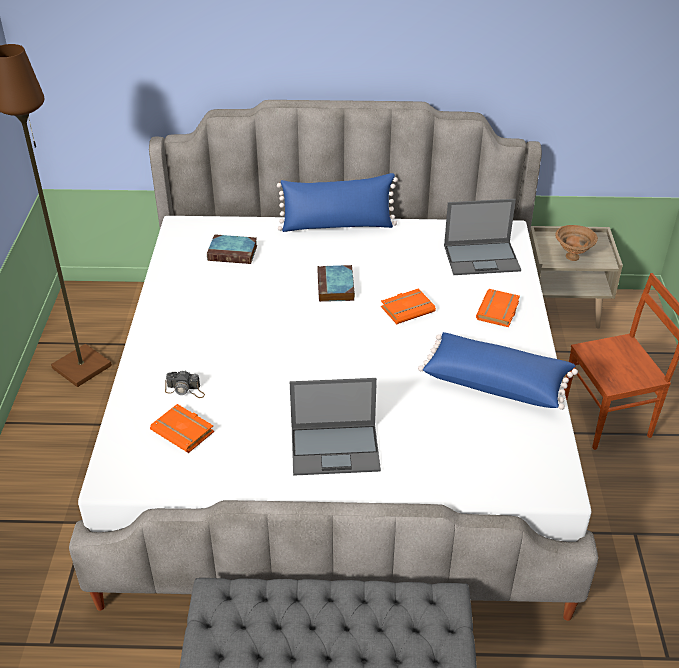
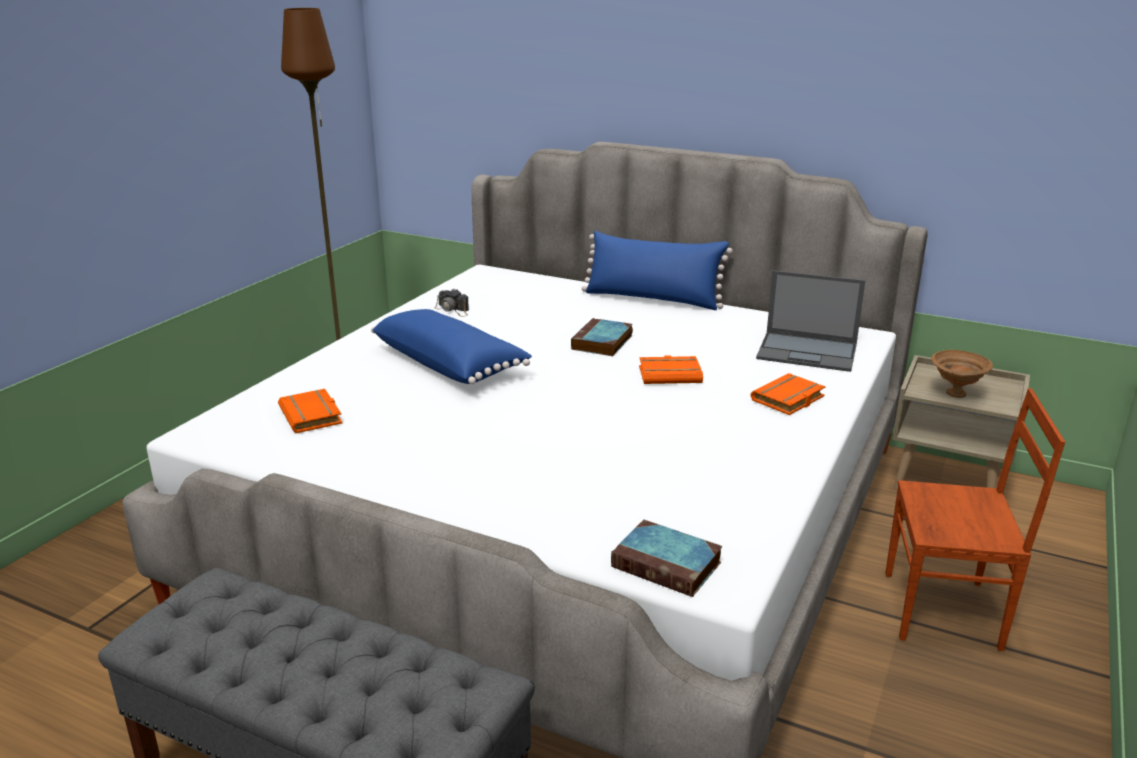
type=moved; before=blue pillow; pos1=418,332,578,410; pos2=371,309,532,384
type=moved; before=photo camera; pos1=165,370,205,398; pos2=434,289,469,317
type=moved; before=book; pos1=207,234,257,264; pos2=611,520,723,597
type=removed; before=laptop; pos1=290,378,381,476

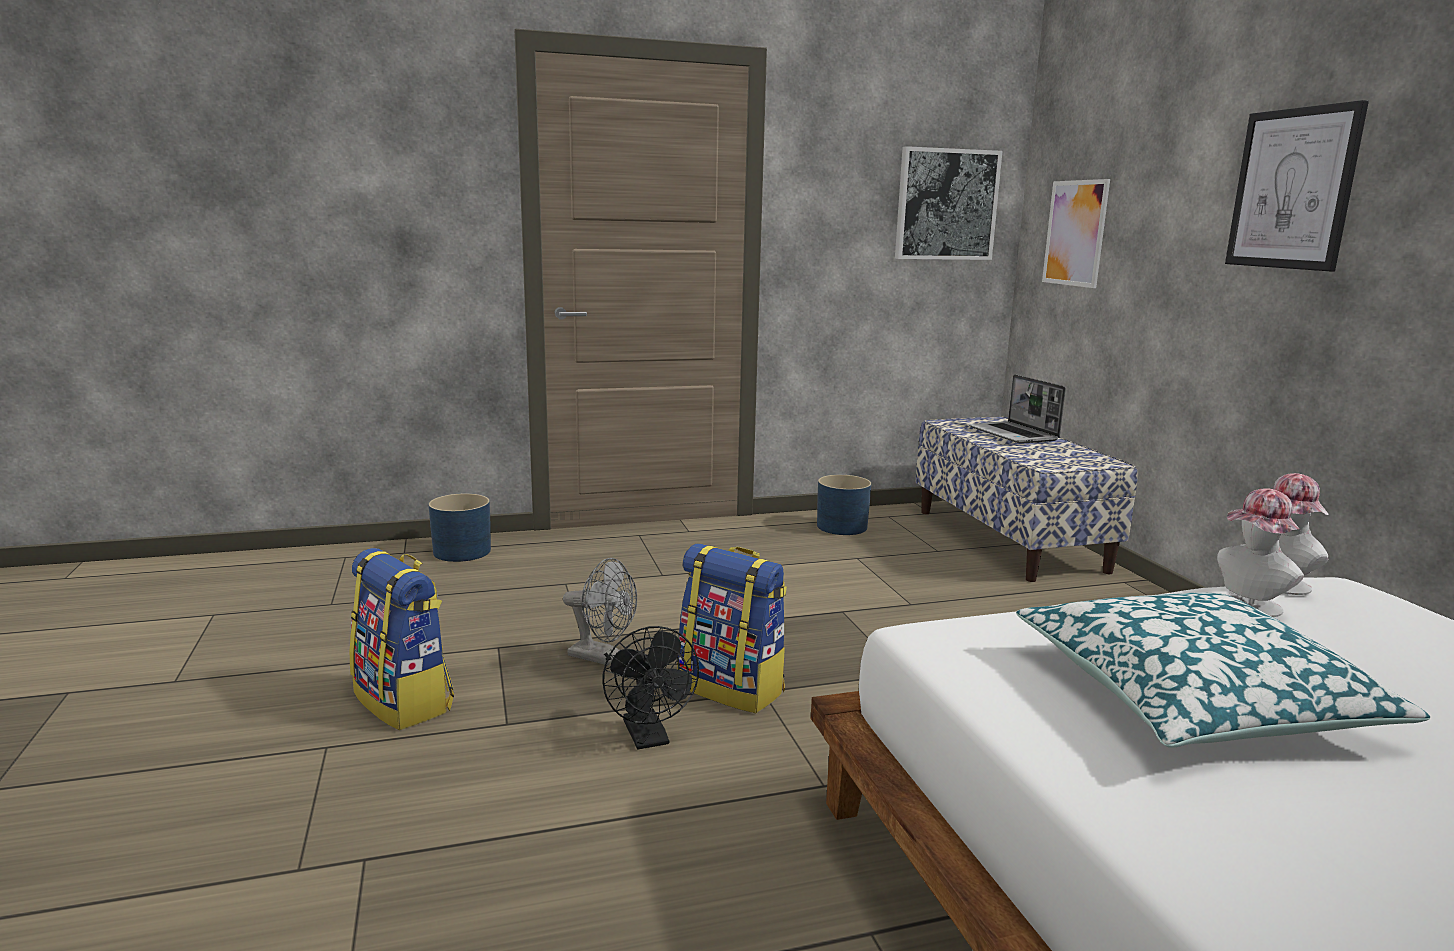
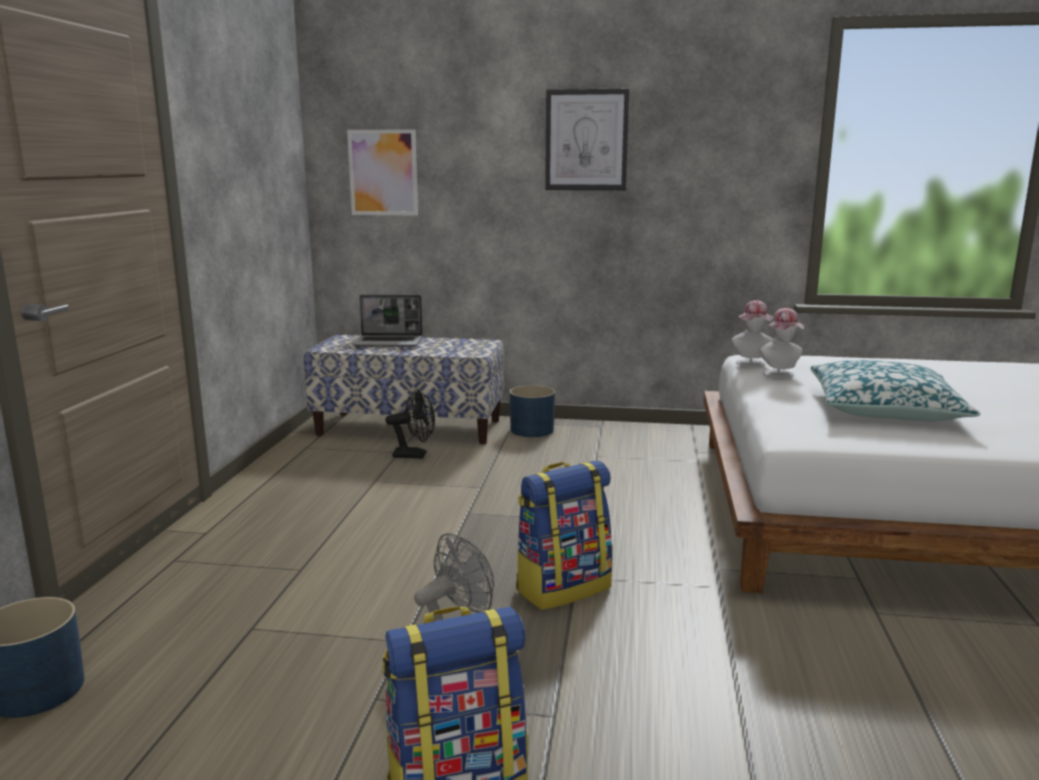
type=moved; before=black fan; pos1=602,626,699,749; pos2=385,389,435,459
type=moved; before=blue planter; pos1=817,475,871,535; pos2=510,385,555,437
type=removed; before=picture; pos1=895,146,1003,260

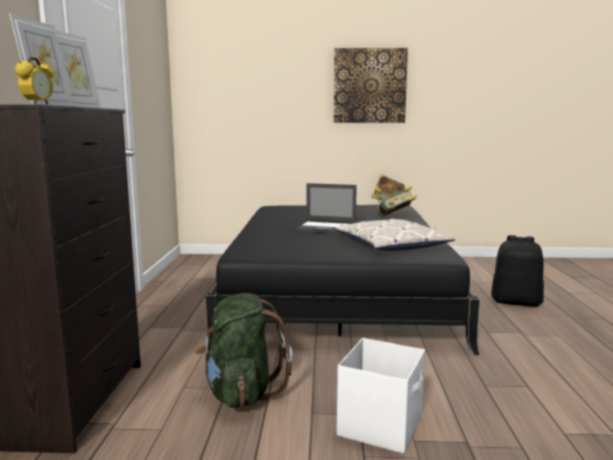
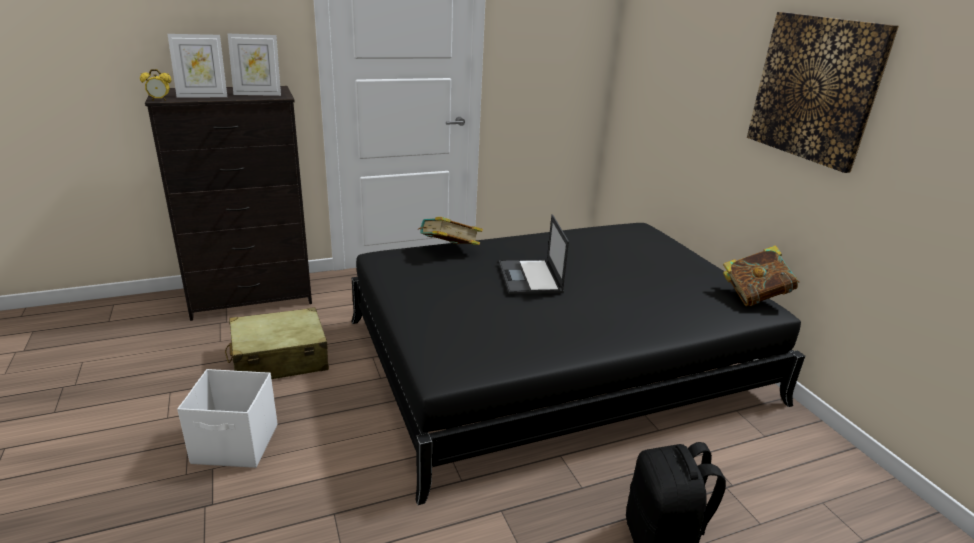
type=replaced; before=green backpack; after=beige suitcase; pos1=195,293,292,408; pos2=225,307,329,379
type=moved; before=book; pos1=377,186,417,216; pos2=418,217,483,245
type=removed; before=pillow; pos1=335,218,455,251

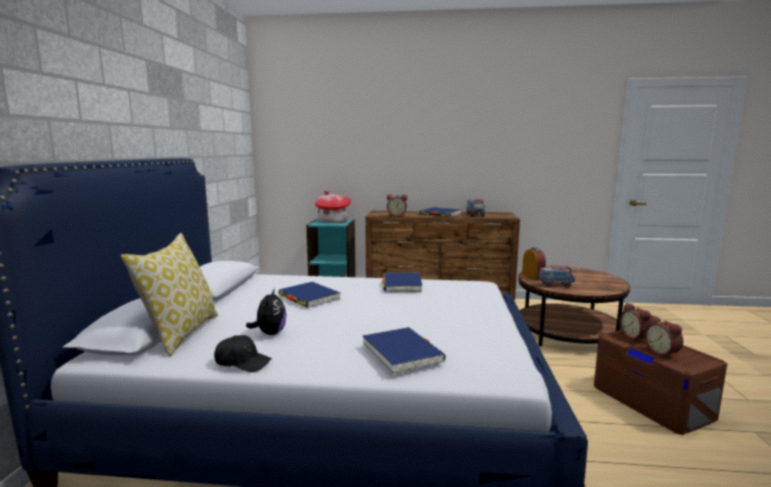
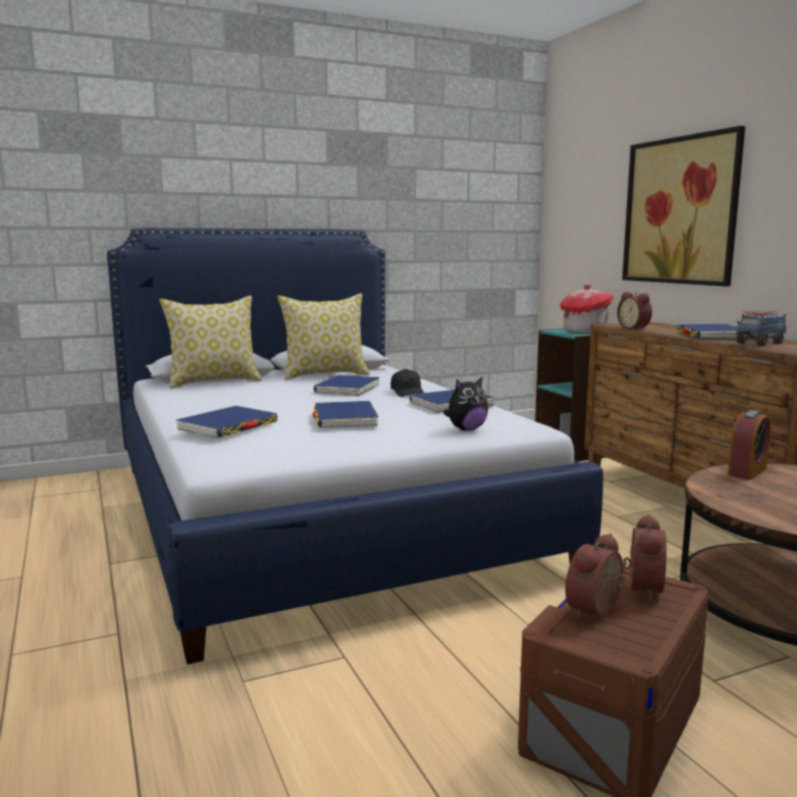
type=added; after=pillow; pos2=277,293,370,380
type=added; after=blue book; pos2=313,401,378,428
type=moved; before=black cap; pos1=214,335,272,372; pos2=391,369,424,397
type=moved; before=plush toy; pos1=246,288,287,335; pos2=443,376,488,431
type=added; after=picture; pos2=622,126,745,286
type=turned; before=alarm clock; pos1=619,303,651,343; pos2=623,514,667,600; turn=150
type=removed; before=toy truck; pos1=538,265,575,288

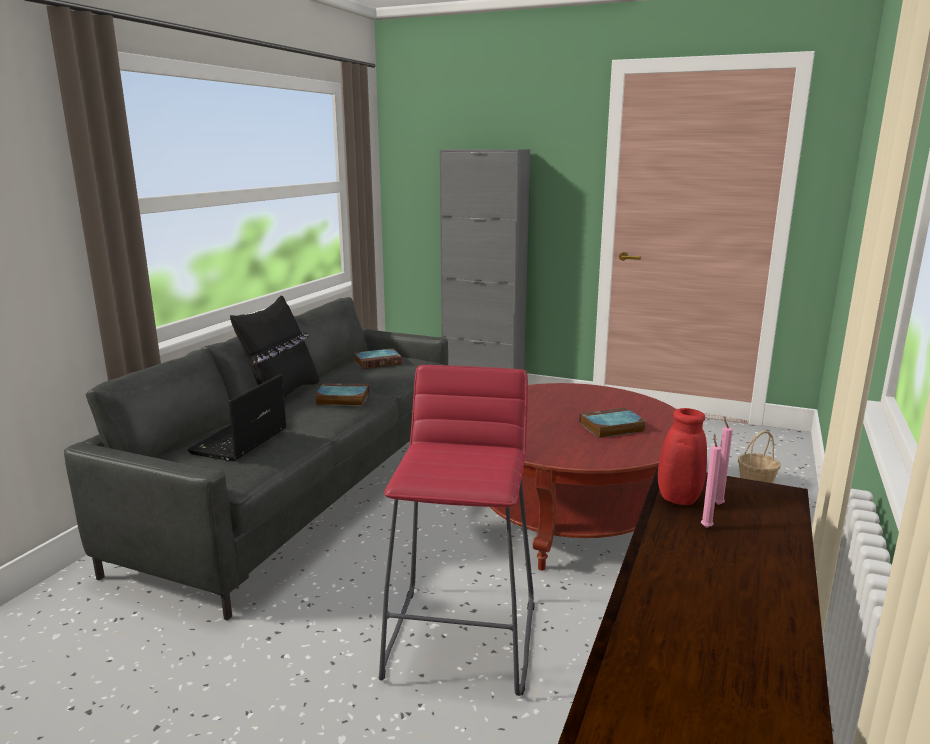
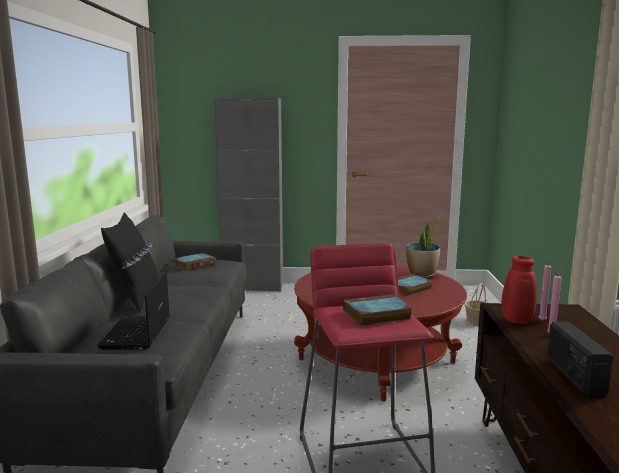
type=moved; before=book; pos1=315,383,369,406; pos2=343,294,413,326
type=added; after=potted plant; pos2=406,215,441,278
type=added; after=radio; pos2=547,322,613,397

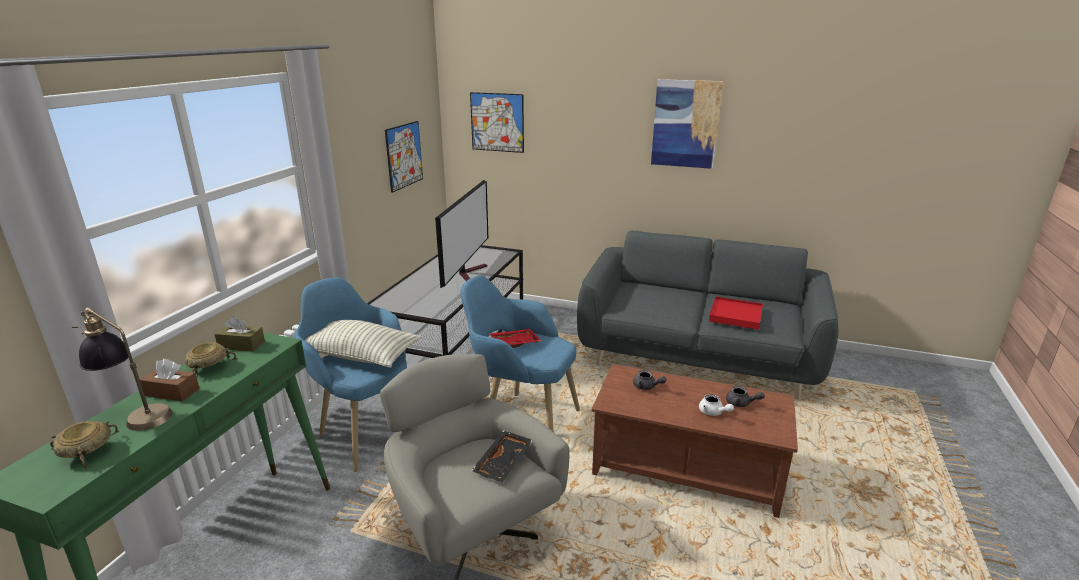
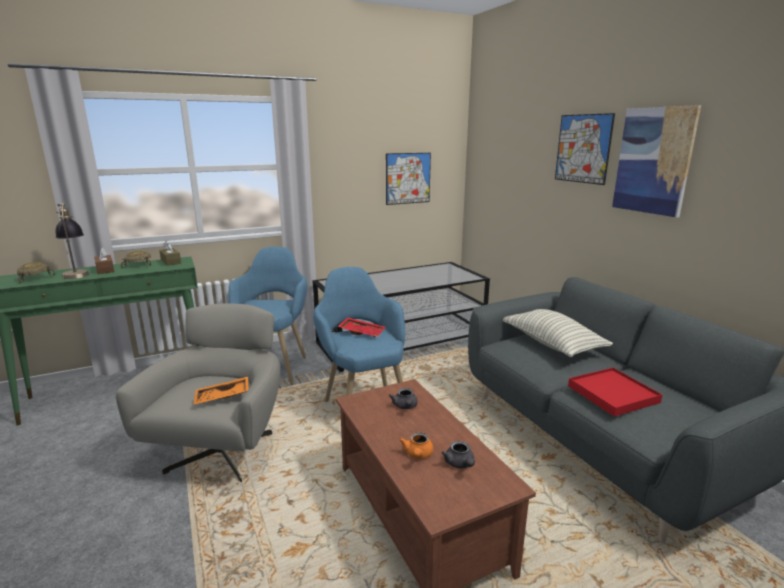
type=recoloured; before=black tray; after=orange tray; pos1=471,430,532,482; pos2=193,377,249,405
type=recoloured; before=white teapot; after=orange teapot; pos1=699,394,734,416; pos2=399,432,433,459
type=moved; before=pillow; pos1=305,320,422,368; pos2=503,309,613,357
type=moved; before=picture; pos1=470,92,524,153; pos2=555,113,615,185
type=removed; before=television; pos1=435,180,488,288

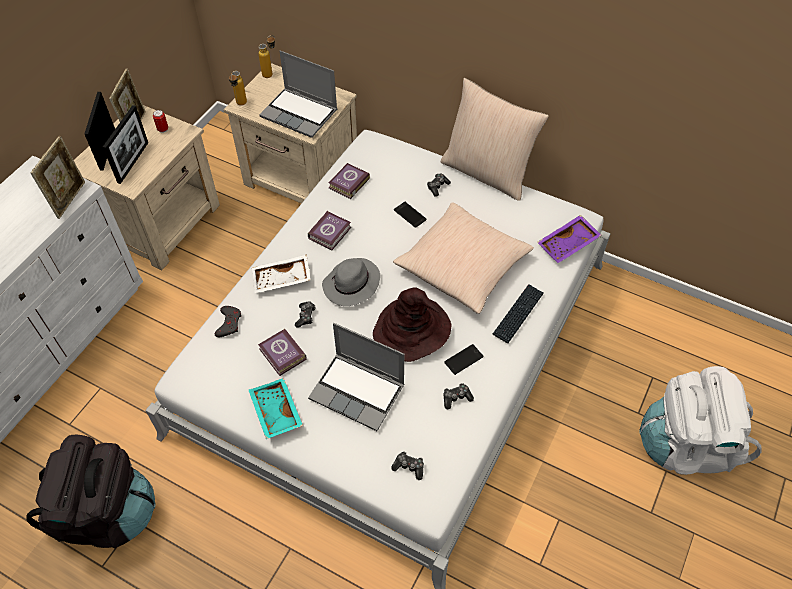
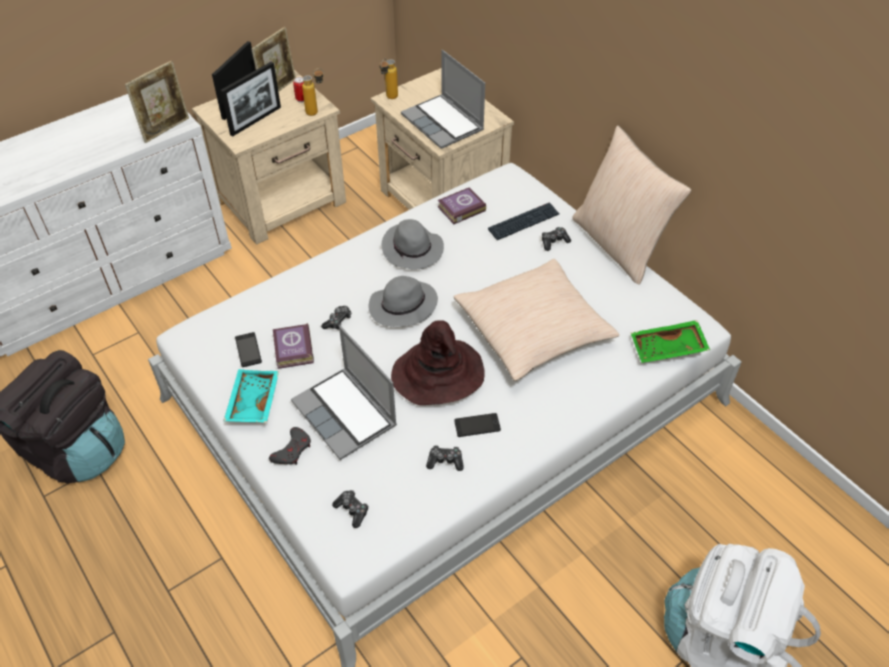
type=moved; before=phone; pos1=394,202,426,228; pos2=235,332,262,367
type=moved; before=grey game controller; pos1=215,306,241,337; pos2=269,427,311,465
type=moved; before=bottle; pos1=258,35,275,78; pos2=302,68,324,116
type=replaced; before=book; after=grey hat; pos1=308,211,351,250; pos2=382,219,444,270
type=moved; before=keyboard; pos1=493,284,544,343; pos2=488,202,560,240
type=recoloured; before=purple tray; after=green tray; pos1=537,215,602,263; pos2=631,320,710,363
type=removed; before=white tray; pos1=252,254,311,293

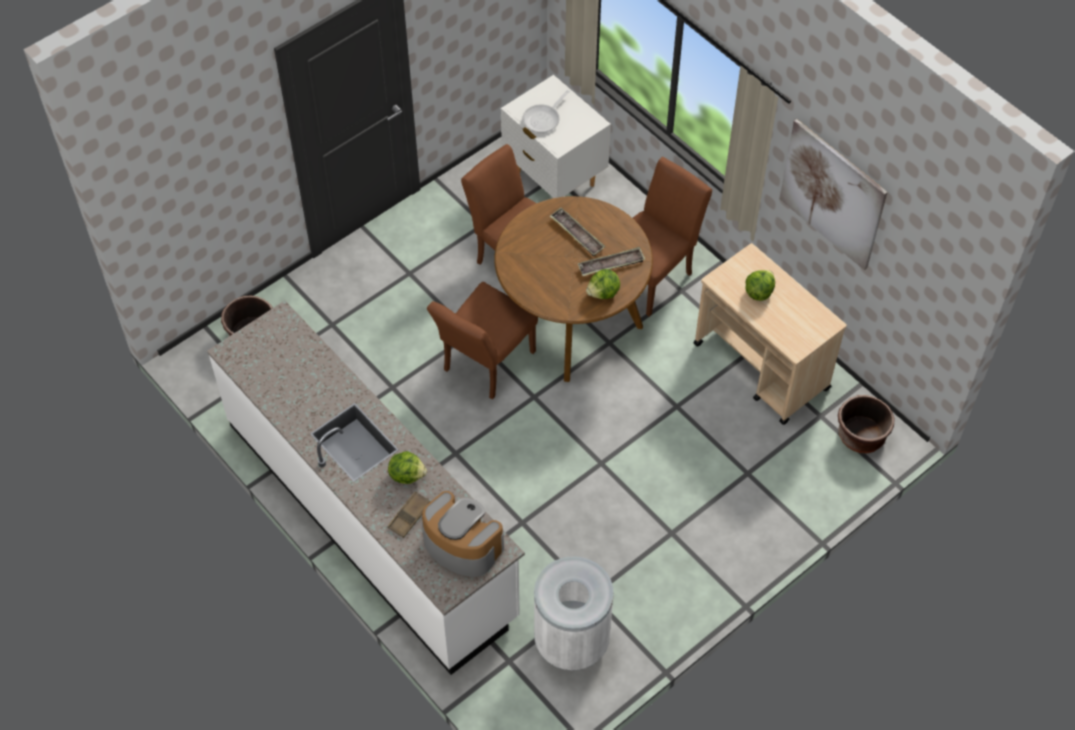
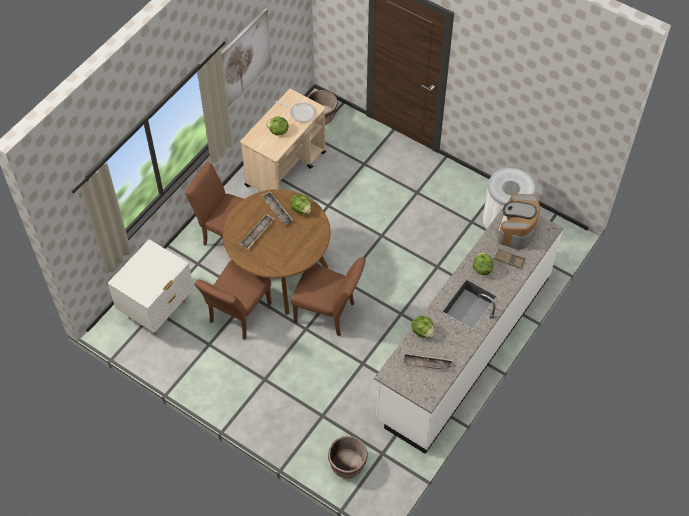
type=moved; before=frying pan; pos1=523,90,570,133; pos2=276,100,315,122
type=added; after=tray; pos2=402,353,453,370
type=added; after=lettuce; pos2=411,316,434,338

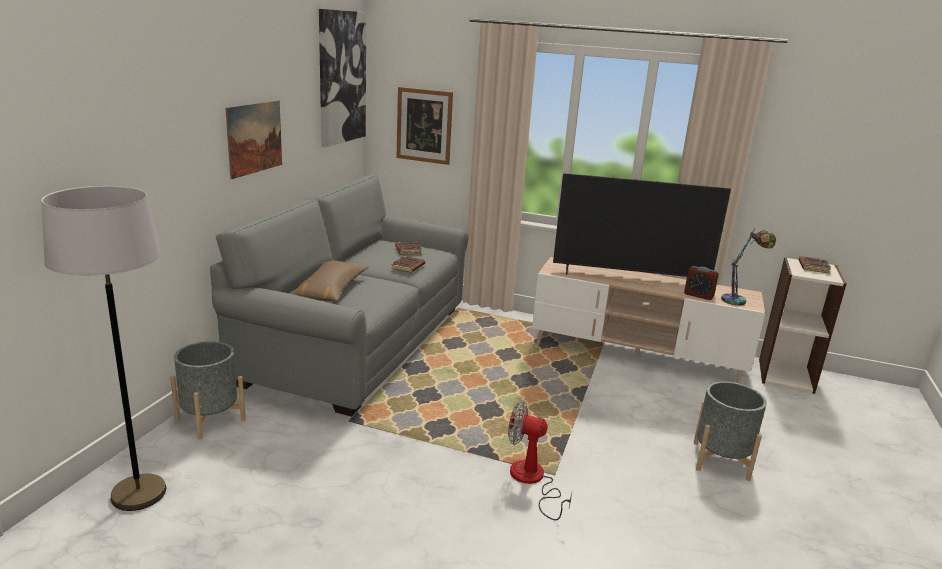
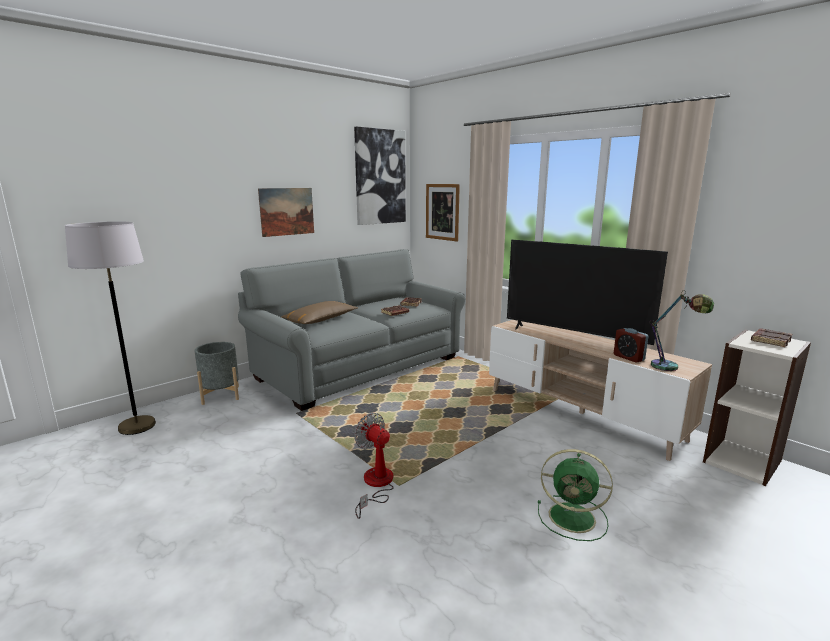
type=replaced; before=grey planter; after=green fan; pos1=694,381,767,481; pos2=538,449,613,541

